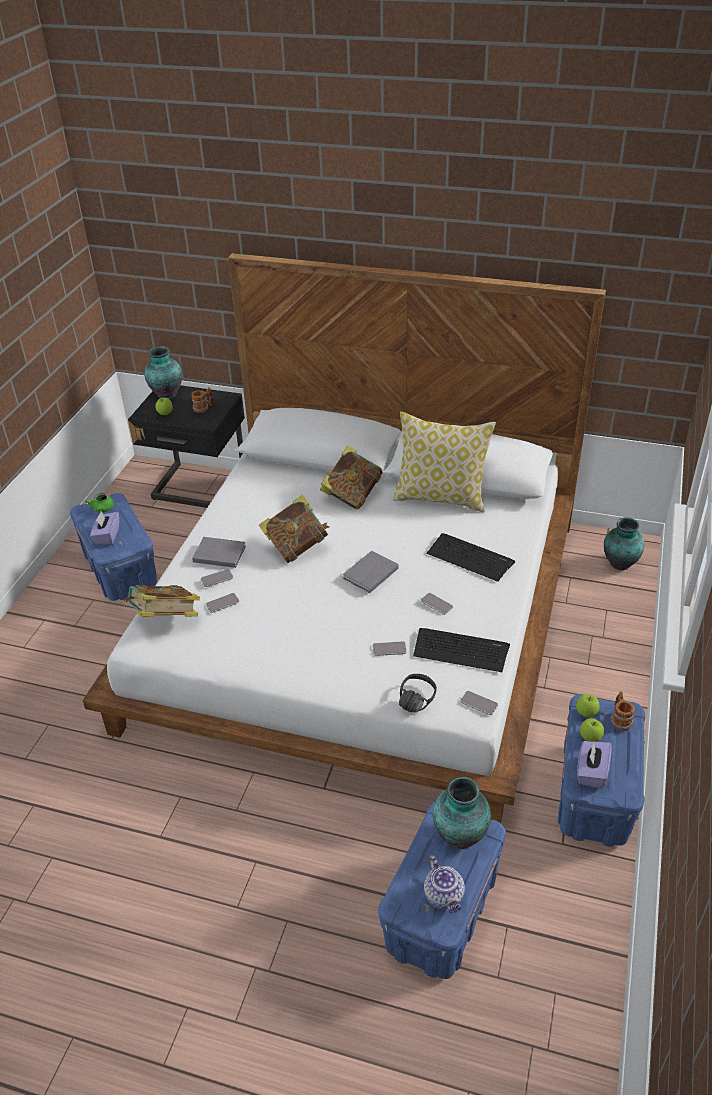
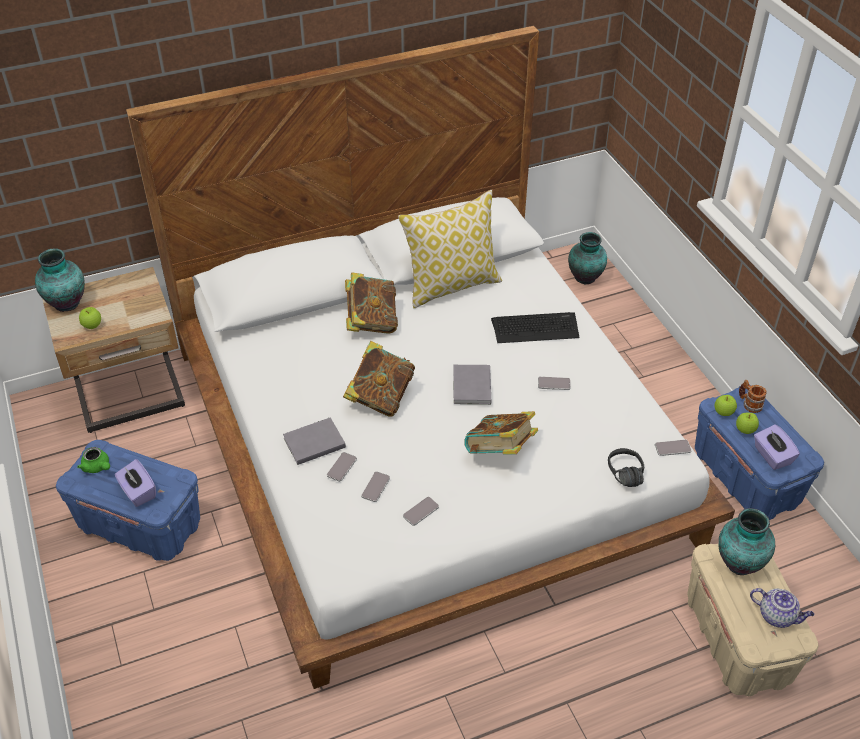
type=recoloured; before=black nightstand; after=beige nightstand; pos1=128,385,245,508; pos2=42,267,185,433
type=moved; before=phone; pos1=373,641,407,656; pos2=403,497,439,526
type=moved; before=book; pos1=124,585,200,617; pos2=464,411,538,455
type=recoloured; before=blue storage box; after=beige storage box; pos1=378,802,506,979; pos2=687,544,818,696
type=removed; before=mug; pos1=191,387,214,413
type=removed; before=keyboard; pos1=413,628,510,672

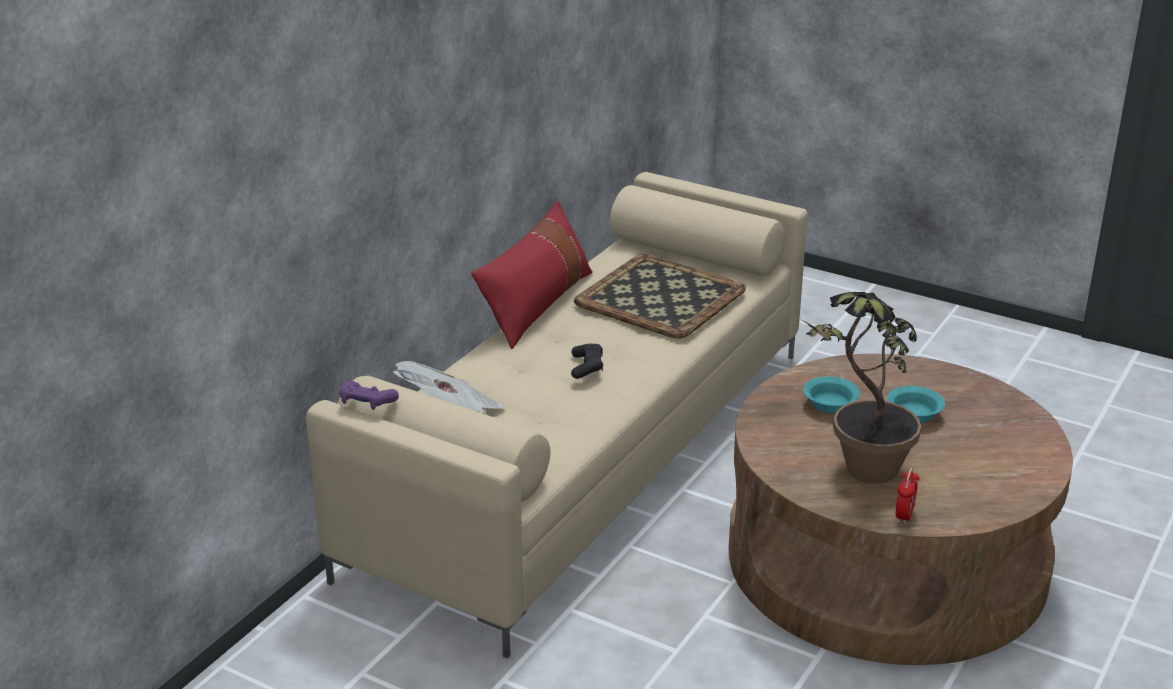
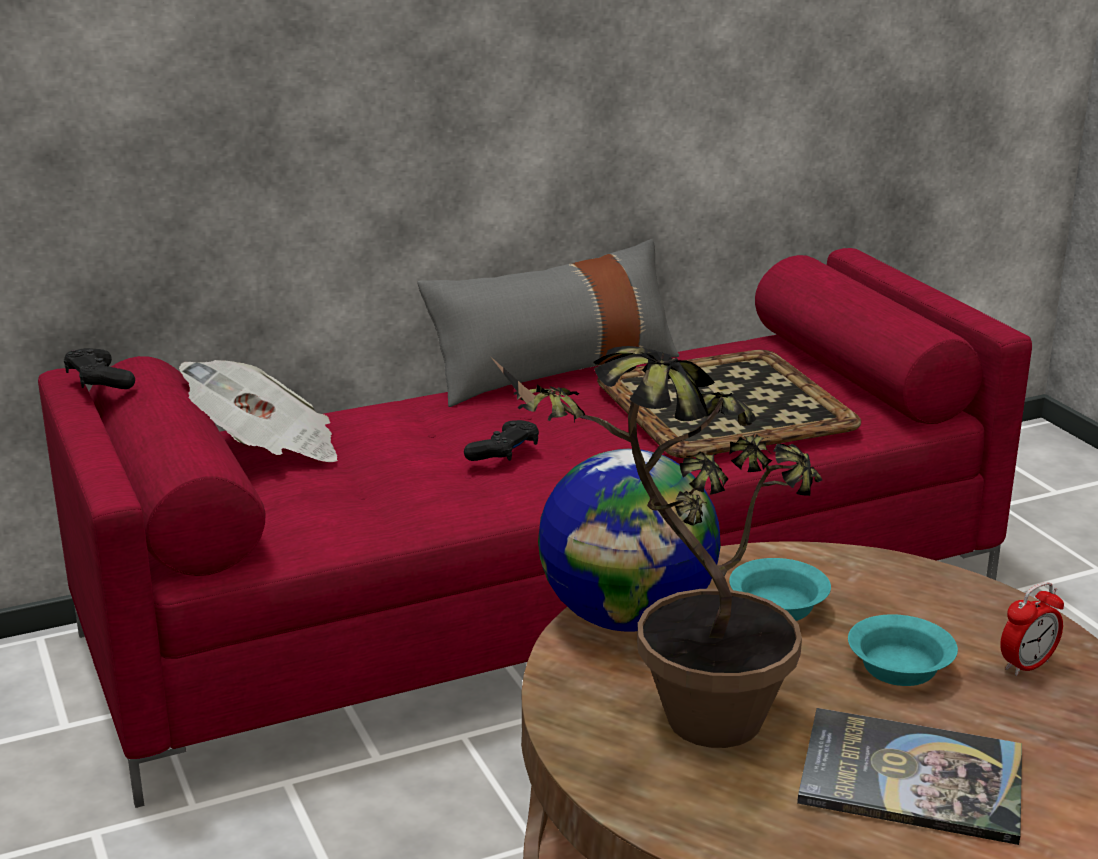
type=recoloured; before=beige sofa; after=red sofa; pos1=306,172,808,658; pos2=38,248,1032,808
type=recoloured; before=purple game controller; after=black game controller; pos1=339,381,399,410; pos2=64,348,135,389
type=recoloured; before=red pillow; after=grey pillow; pos1=471,201,593,349; pos2=417,239,679,407
type=added; after=globe; pos2=538,449,721,632
type=added; after=book; pos2=797,708,1022,845
type=moved; before=alarm clock; pos1=896,468,919,525; pos2=1000,582,1064,676

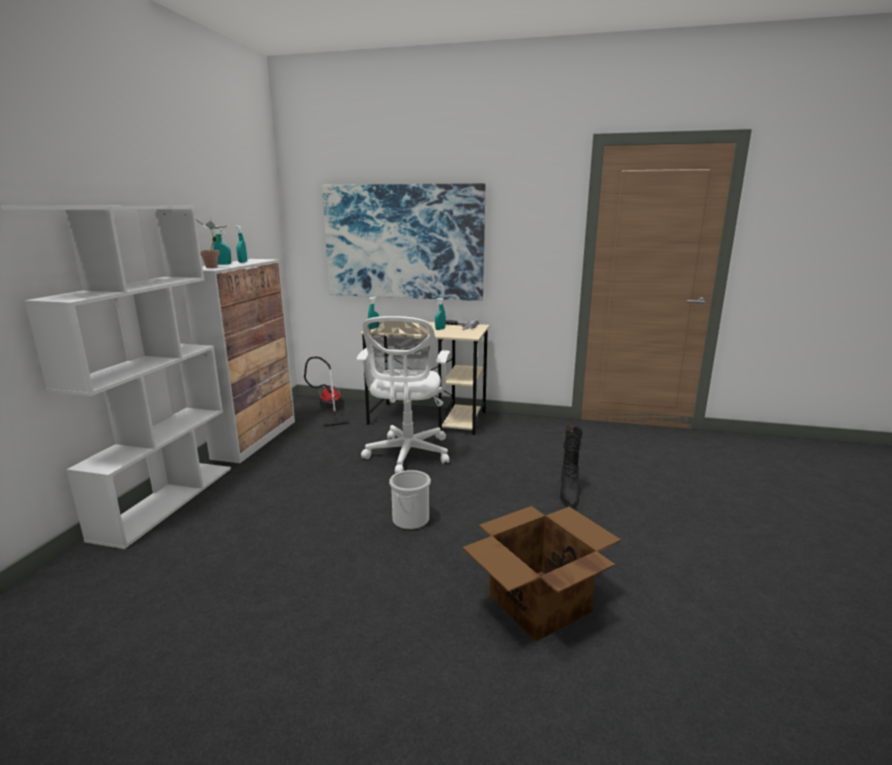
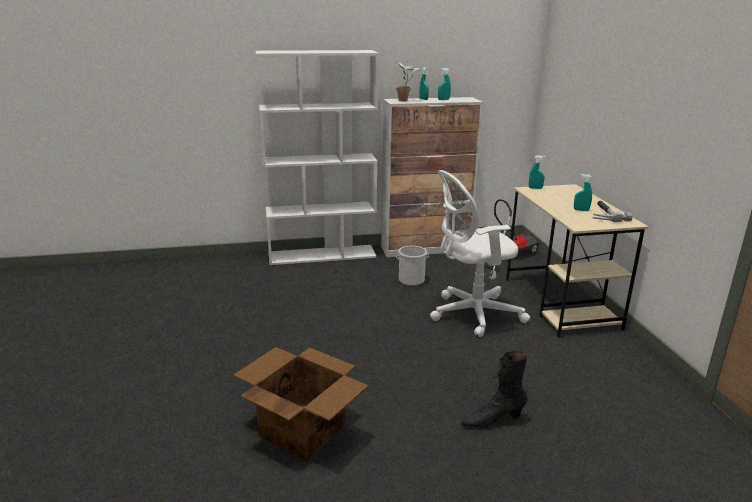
type=moved; before=bucket; pos1=389,470,431,530; pos2=396,246,429,286
type=removed; before=picture; pos1=322,183,486,301

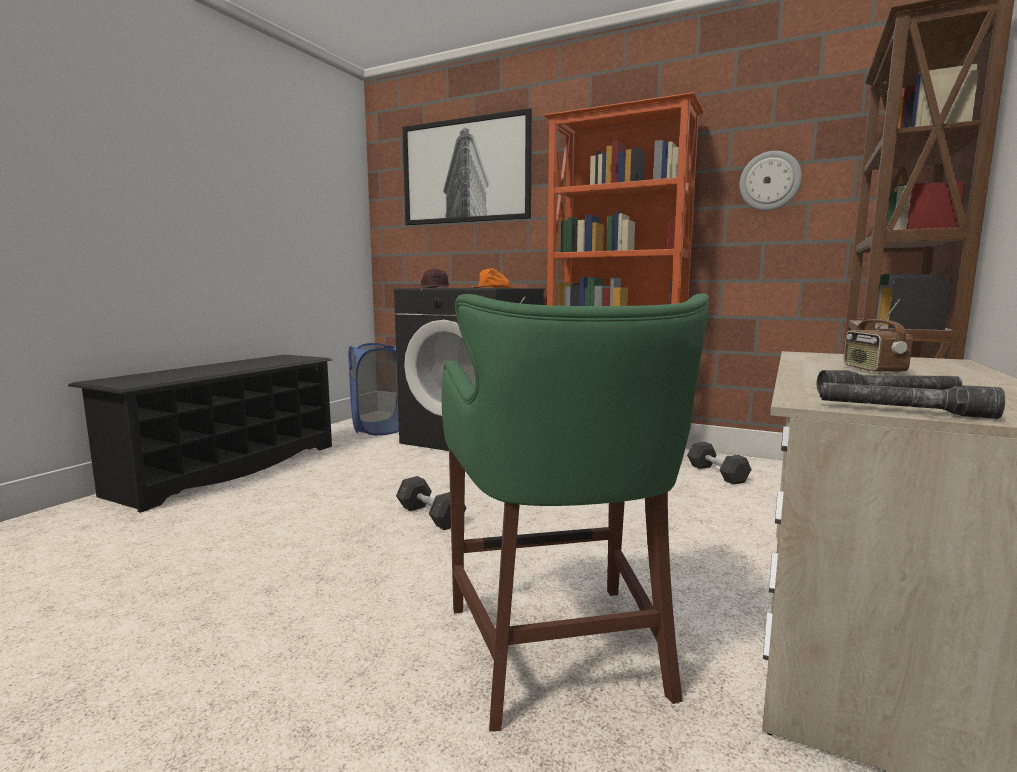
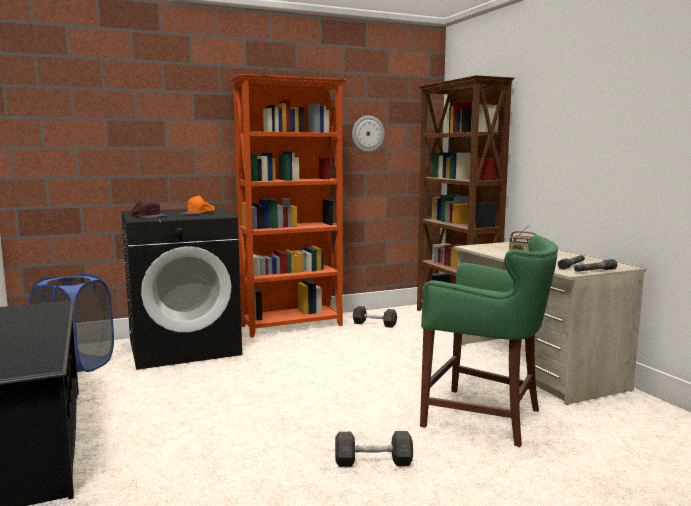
type=moved; before=grey dumbbell; pos1=396,476,466,530; pos2=335,431,413,467
type=removed; before=picture; pos1=403,108,532,225

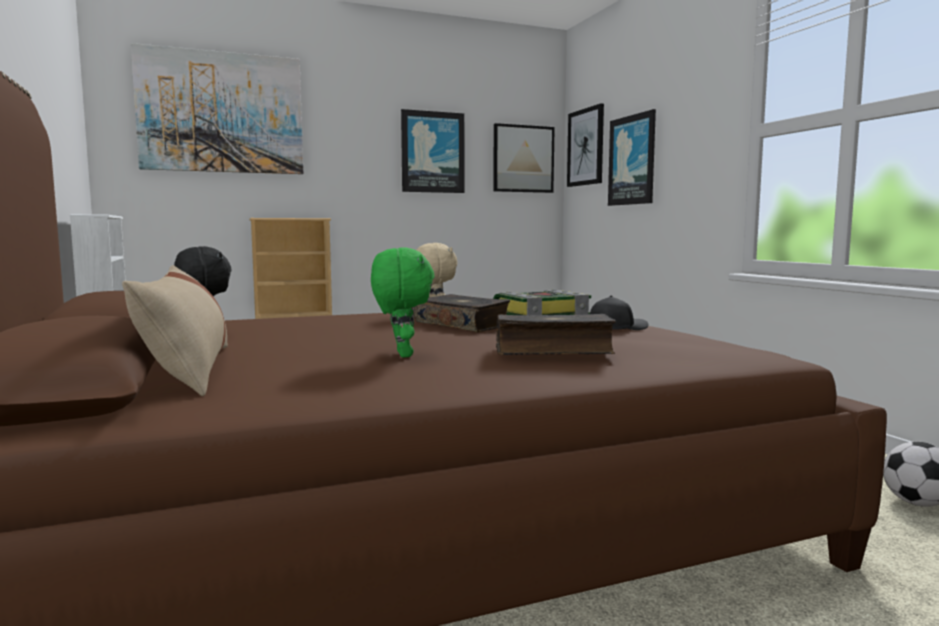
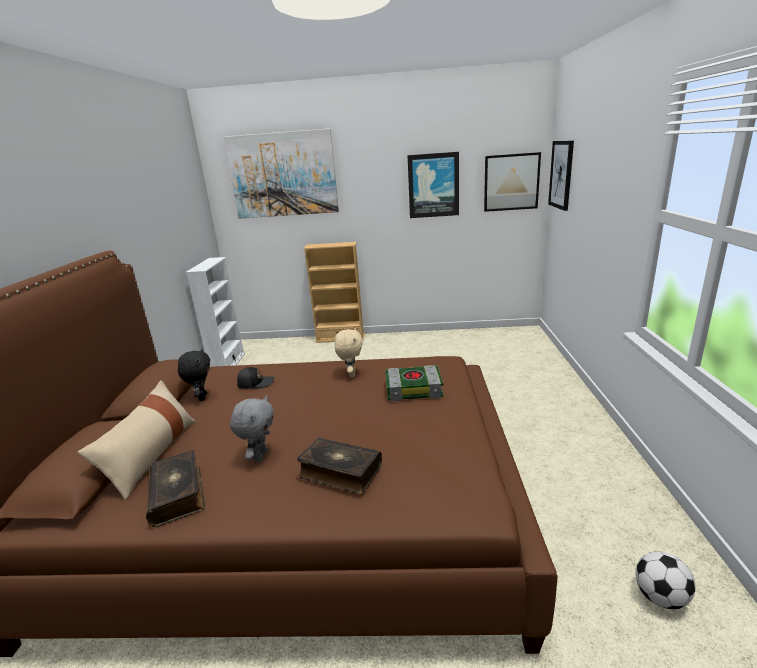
type=moved; before=book; pos1=414,294,510,332; pos2=146,450,205,527
type=recoloured; before=green plush toy; after=grey plush toy; pos1=371,248,435,358; pos2=230,396,274,462
type=moved; before=black cap; pos1=590,295,649,330; pos2=237,367,274,389
type=removed; before=picture; pos1=608,109,656,206

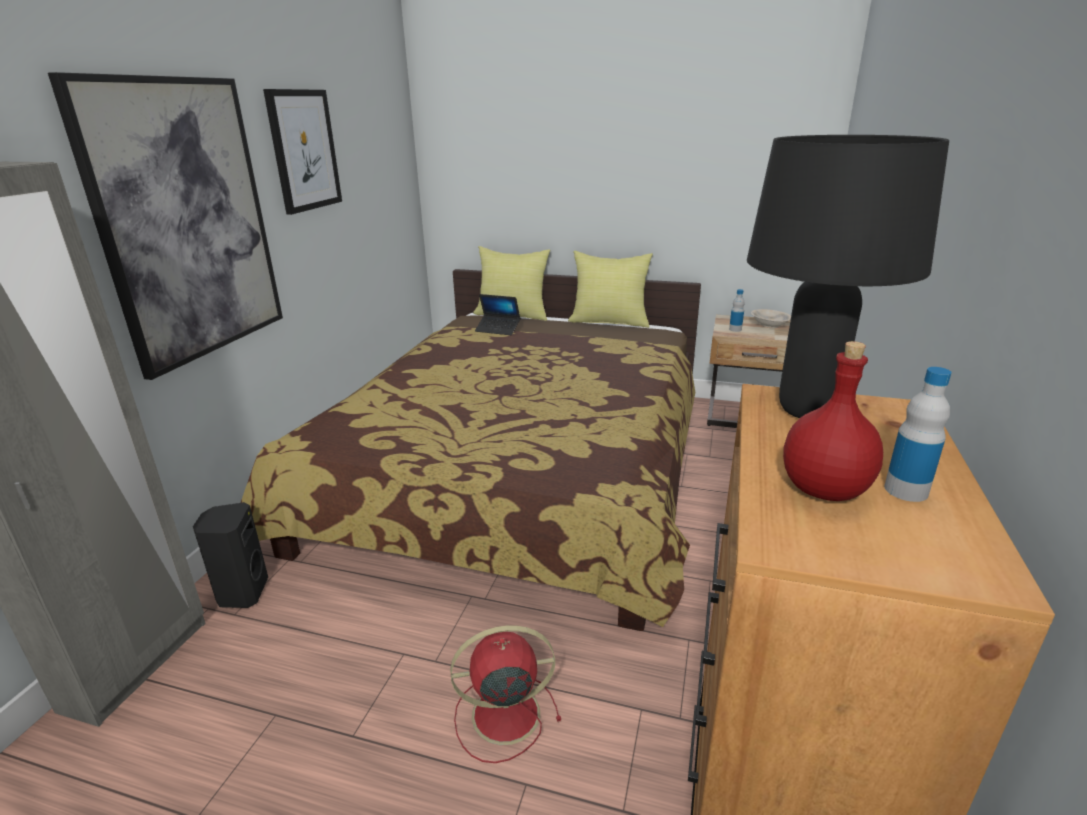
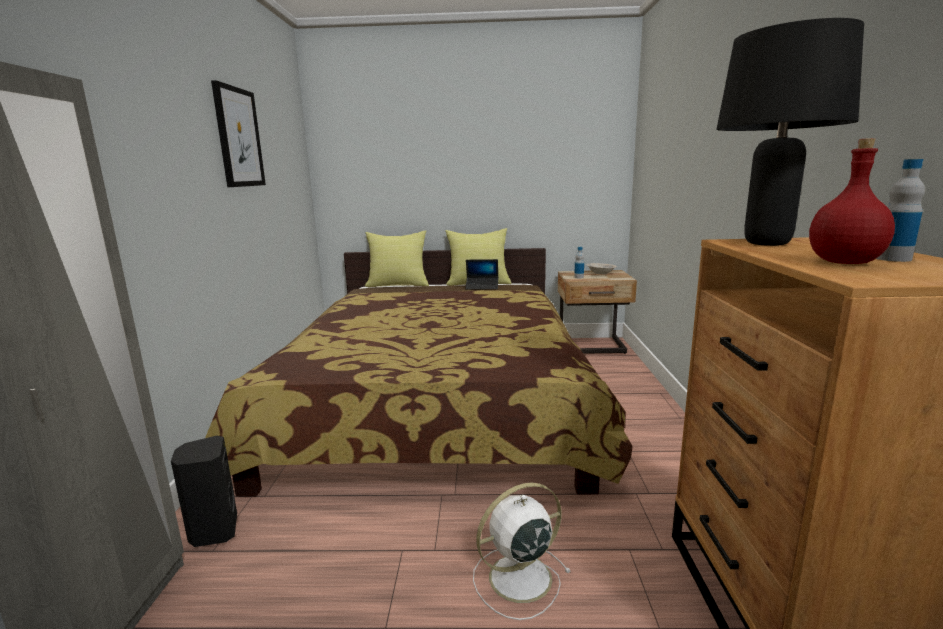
type=moved; before=laptop; pos1=475,294,520,335; pos2=465,259,498,289
type=recoloured; before=red fan; after=white fan; pos1=450,625,561,763; pos2=473,482,571,620
type=removed; before=picture; pos1=48,72,283,380

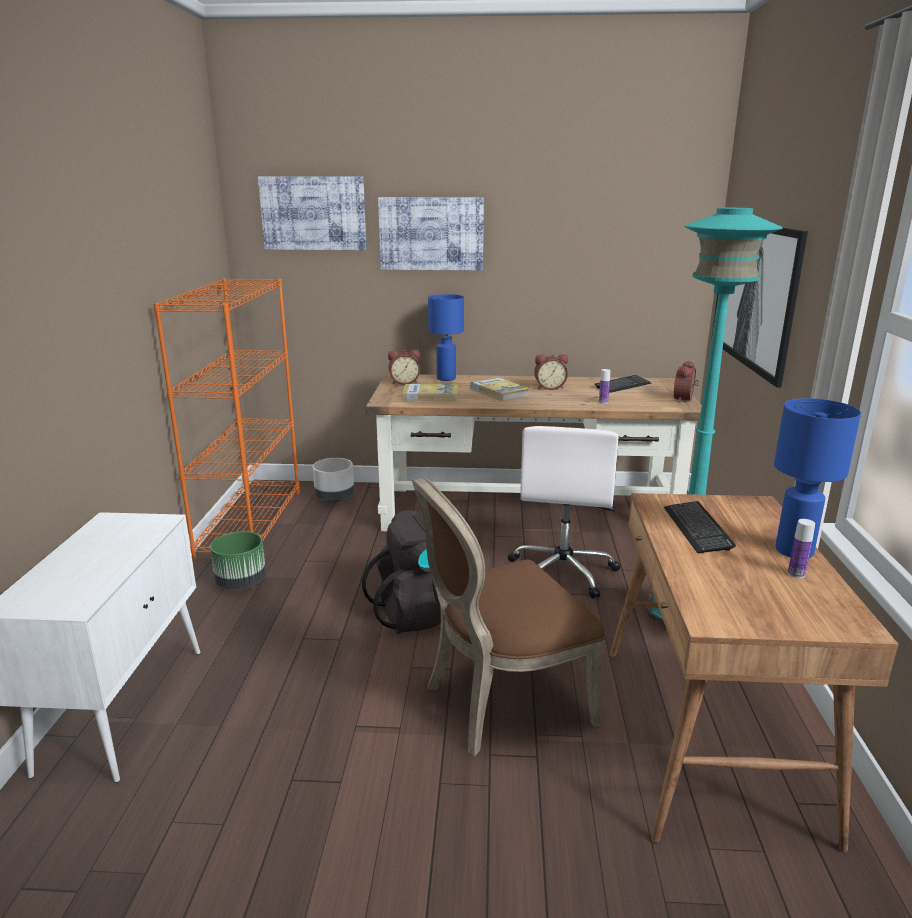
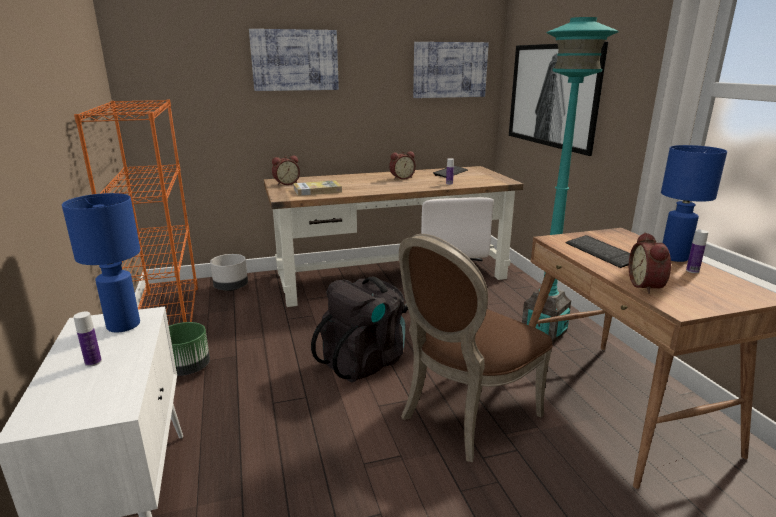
type=moved; before=blue table lamp; pos1=428,294,464,381; pos2=62,193,140,332
type=added; after=bottle; pos2=73,312,102,367
type=moved; before=picture; pos1=258,176,367,250; pos2=413,42,489,98
type=moved; before=alarm clock; pos1=674,361,699,402; pos2=629,232,671,294
type=removed; before=book; pos1=471,377,530,401

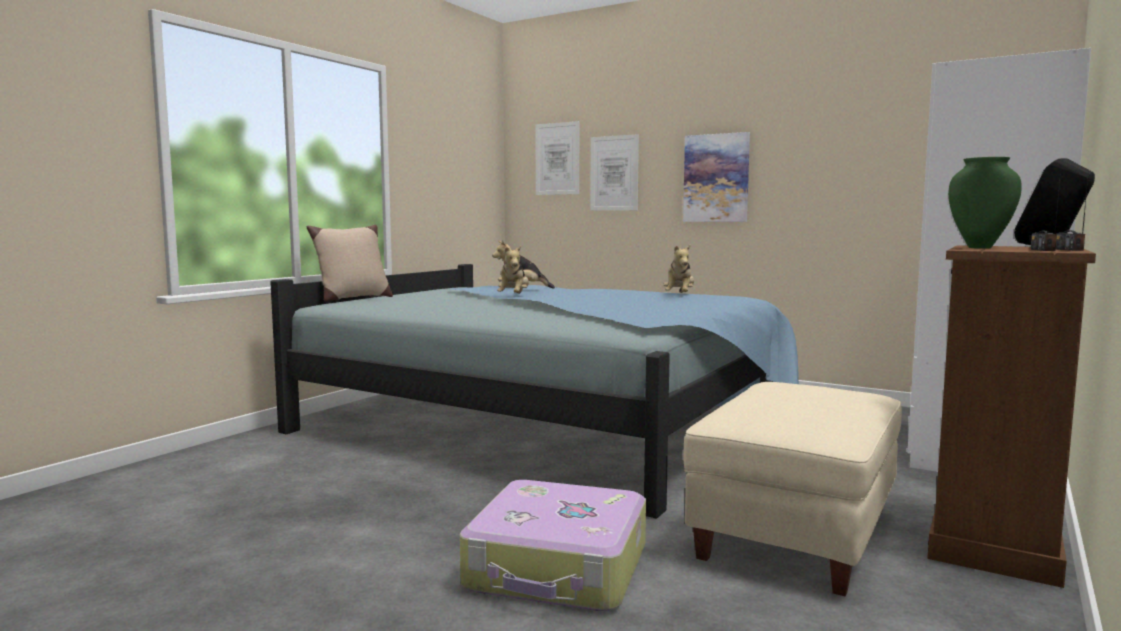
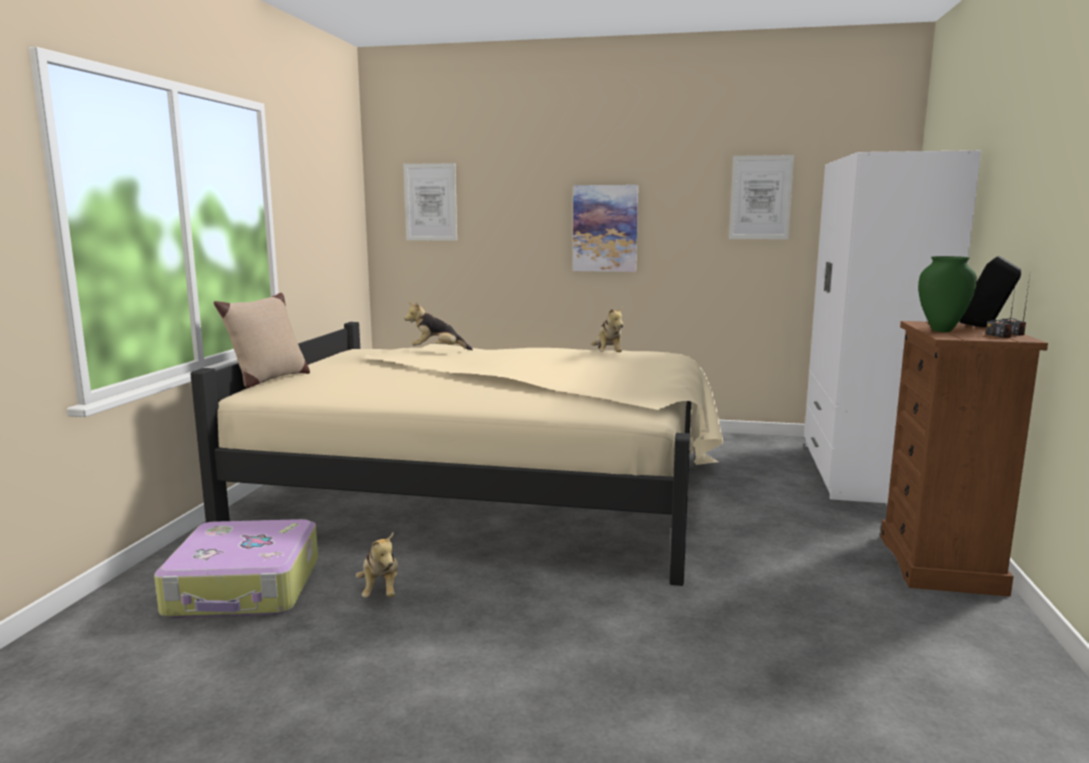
type=moved; before=suitcase; pos1=460,480,646,611; pos2=154,519,318,618
type=recoloured; before=blue bed; after=beige bed; pos1=270,264,799,519; pos2=190,322,723,586
type=moved; before=plush toy; pos1=497,245,529,294; pos2=356,533,398,598
type=moved; before=picture; pos1=590,134,639,211; pos2=729,155,794,239
type=removed; before=beige ottoman; pos1=683,382,902,597

